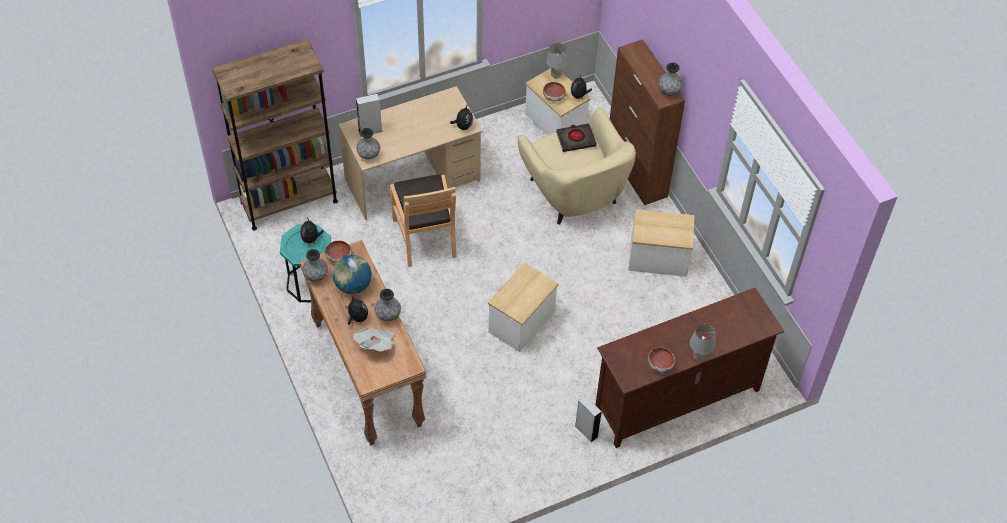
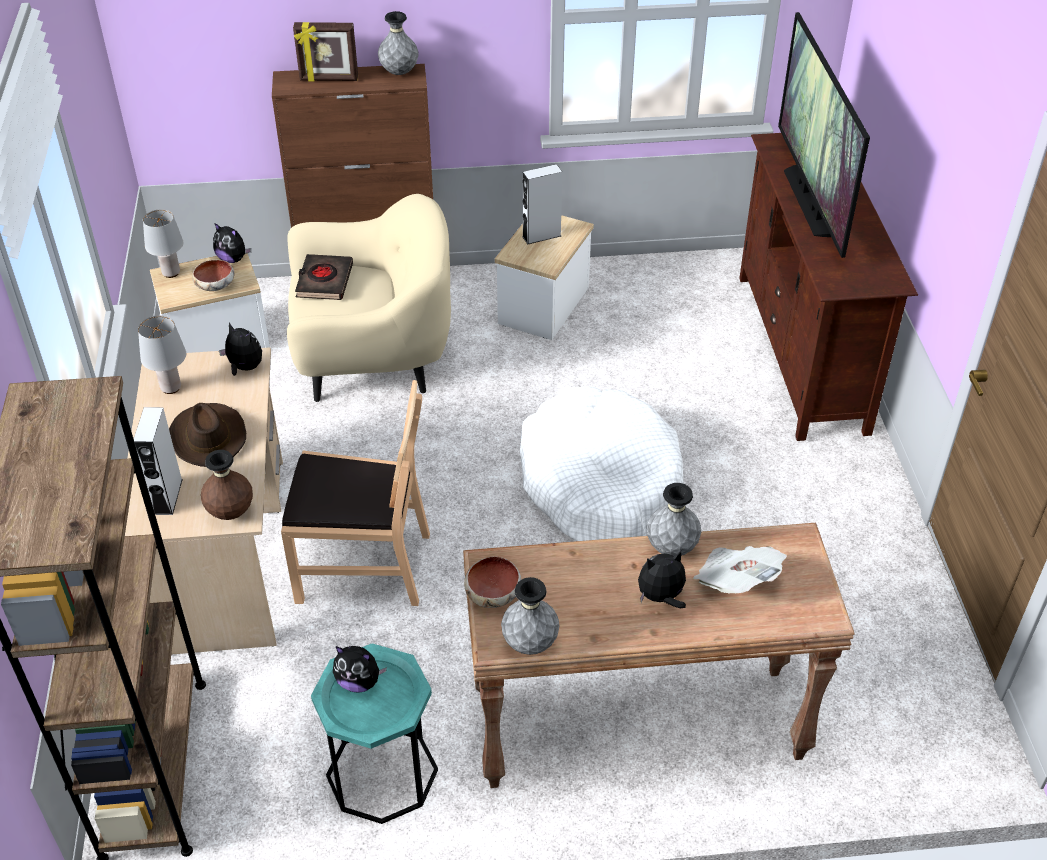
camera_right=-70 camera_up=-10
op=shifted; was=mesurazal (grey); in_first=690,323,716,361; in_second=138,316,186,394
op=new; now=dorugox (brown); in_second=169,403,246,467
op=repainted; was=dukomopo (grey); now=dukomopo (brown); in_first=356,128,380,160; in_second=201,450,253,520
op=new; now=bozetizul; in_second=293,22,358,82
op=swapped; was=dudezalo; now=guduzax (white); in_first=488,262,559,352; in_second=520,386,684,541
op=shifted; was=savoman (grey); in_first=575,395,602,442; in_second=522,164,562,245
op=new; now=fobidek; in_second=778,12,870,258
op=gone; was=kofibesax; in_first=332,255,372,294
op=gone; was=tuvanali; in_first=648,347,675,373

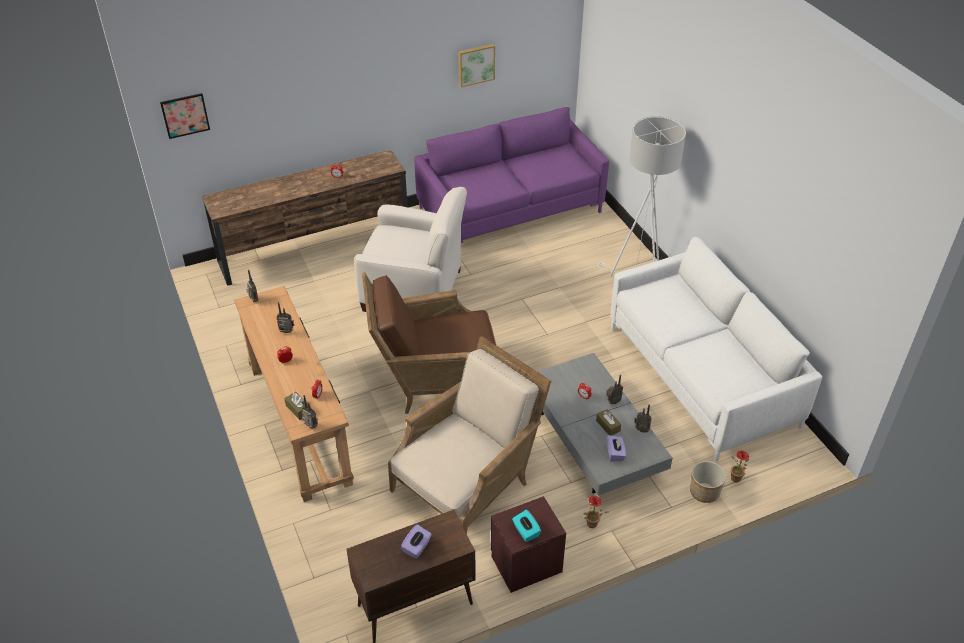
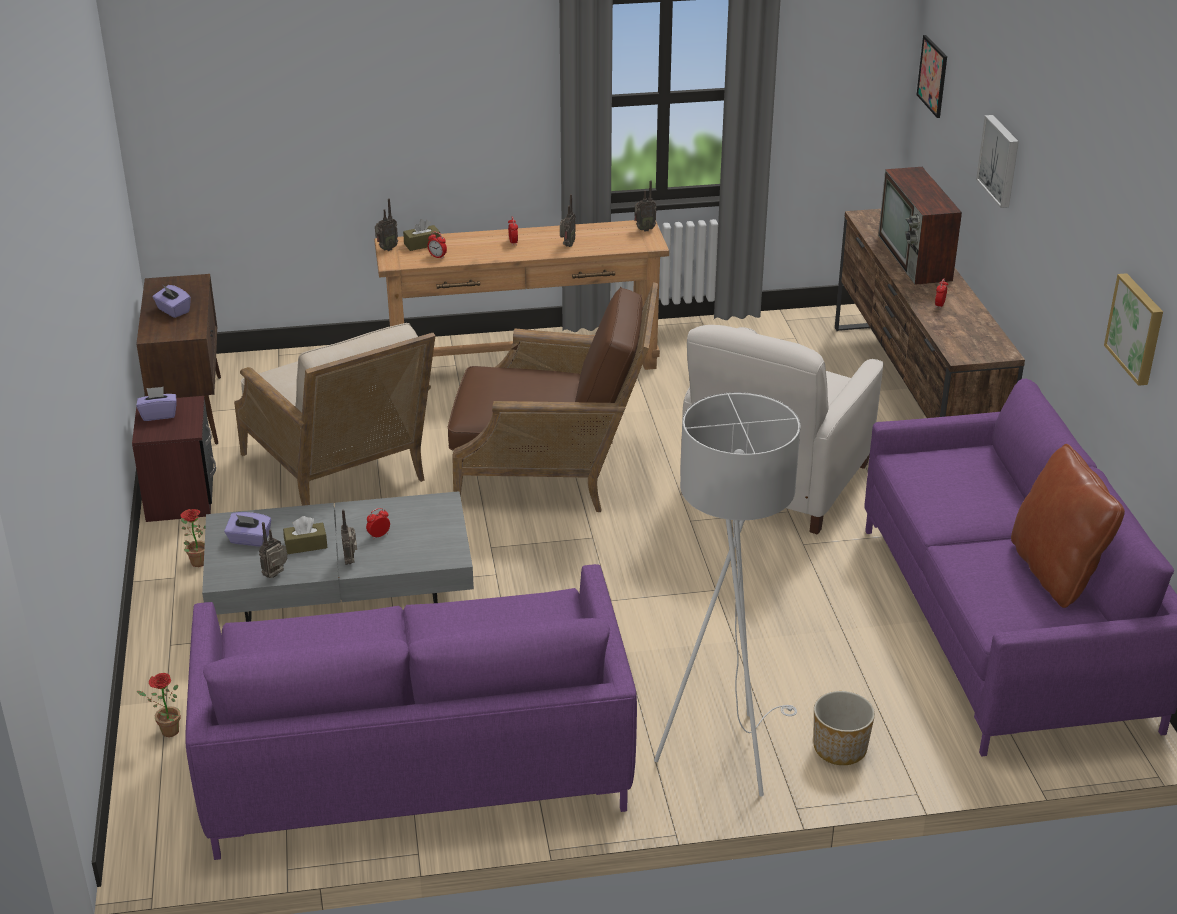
camera_right=105 camera_up=-10
op=repainted; was=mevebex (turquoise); now=mevebex (purple); in_first=512,510,541,542; in_second=137,387,177,421
op=repainted; was=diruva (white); now=diruva (purple); in_first=610,237,823,462; in_second=185,564,637,860
op=rotated; was=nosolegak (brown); in_first=362,272,496,414; in_second=448,282,658,512; clockwise=90
op=shifted; was=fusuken; in_first=690,461,726,503; in_second=814,691,875,765
op=new; now=fobidek; in_second=878,167,962,285
op=new; now=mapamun; in_second=976,115,1019,208
op=new; now=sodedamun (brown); in_second=1011,444,1125,608

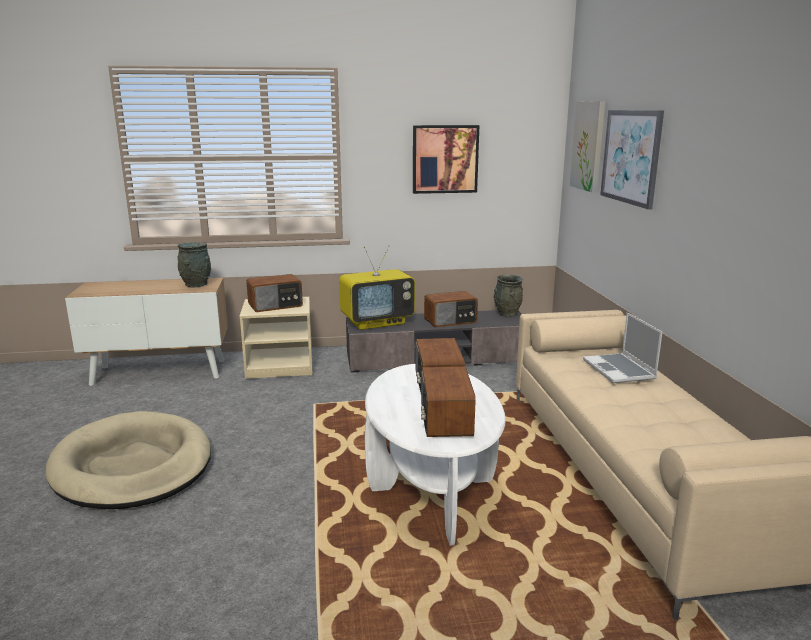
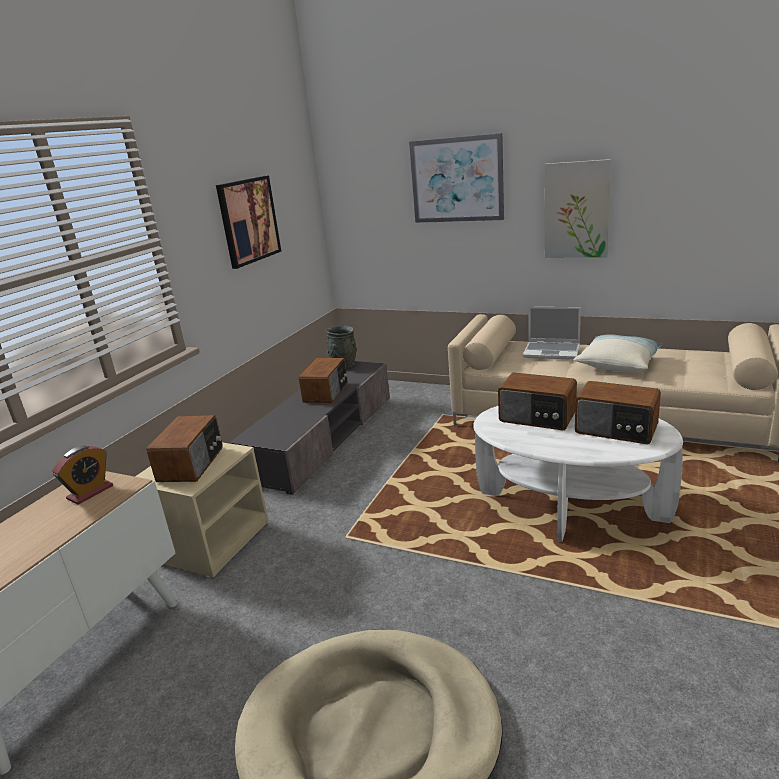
camera_right=-55 camera_up=5
op=swapped; was=dukomopo (grey); now=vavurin; in_first=177,242,211,287; in_second=52,445,113,505
op=shifted; was=mapamun; in_first=570,101,605,193; in_second=545,159,612,258
op=new; now=sodedamun; in_second=573,334,663,372
op=gone; was=fobidek; in_first=339,245,415,330

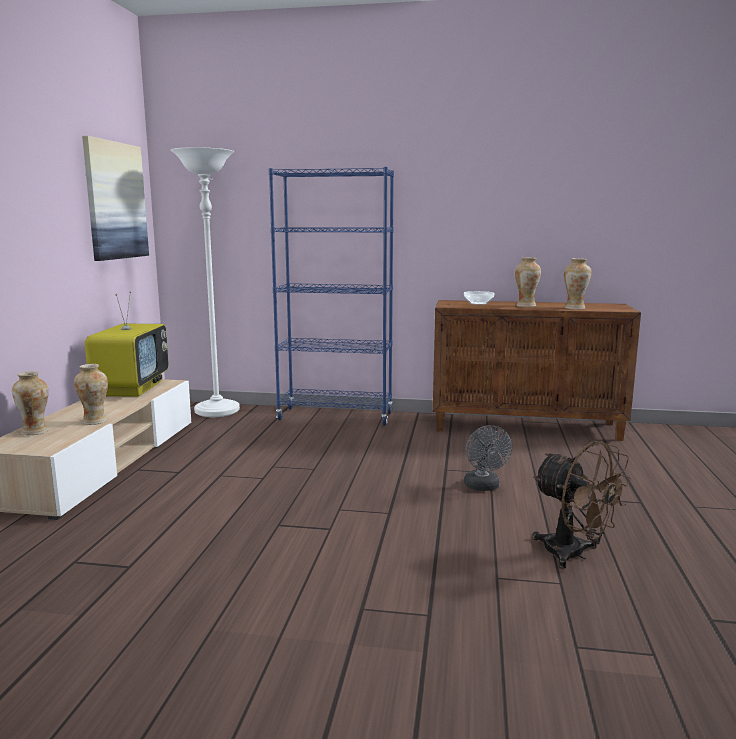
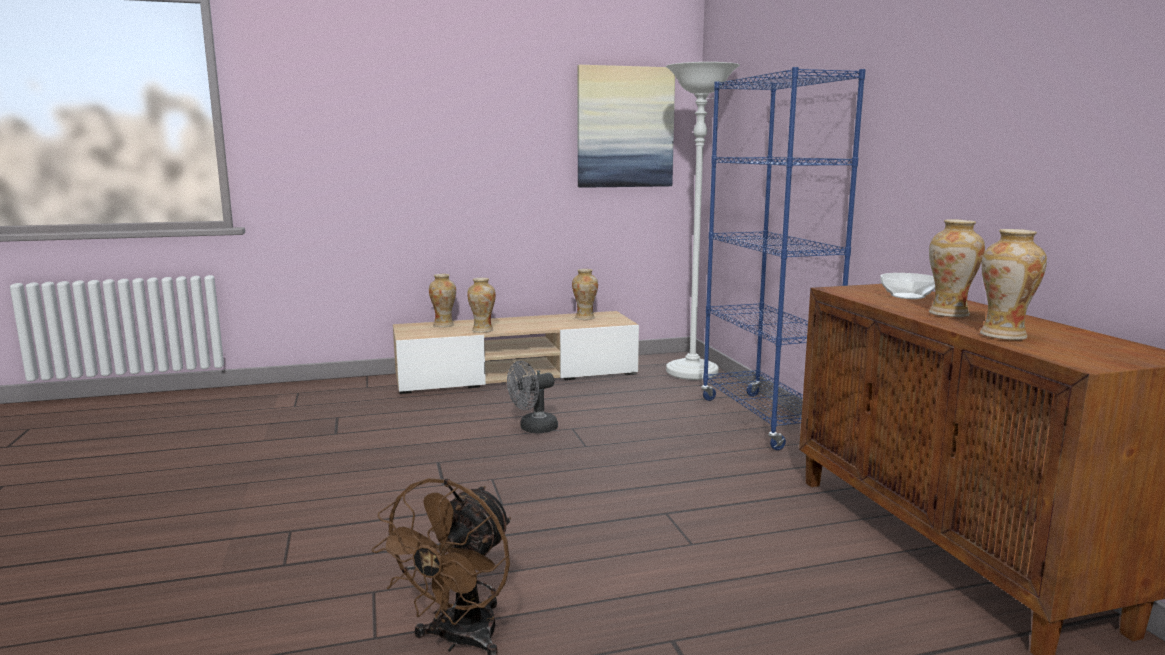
camera_right=65 camera_up=0
op=shifted; was=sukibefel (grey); in_first=464,425,512,491; in_second=507,361,558,433
op=swapped; was=fobidek; now=dukomopo; in_first=85,291,169,397; in_second=572,269,598,320

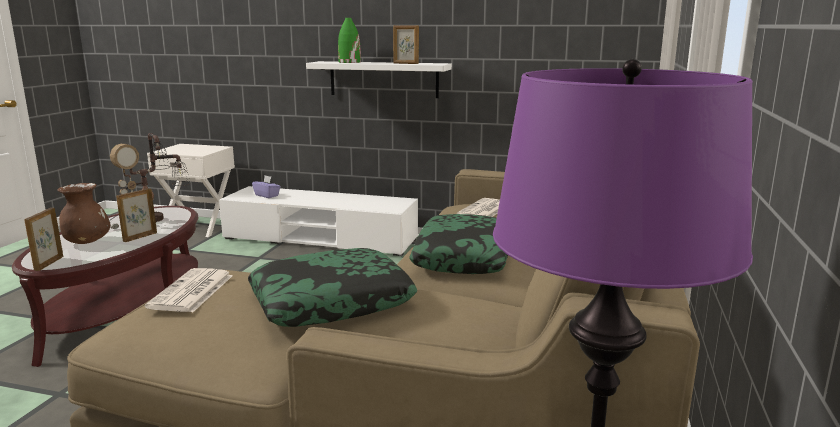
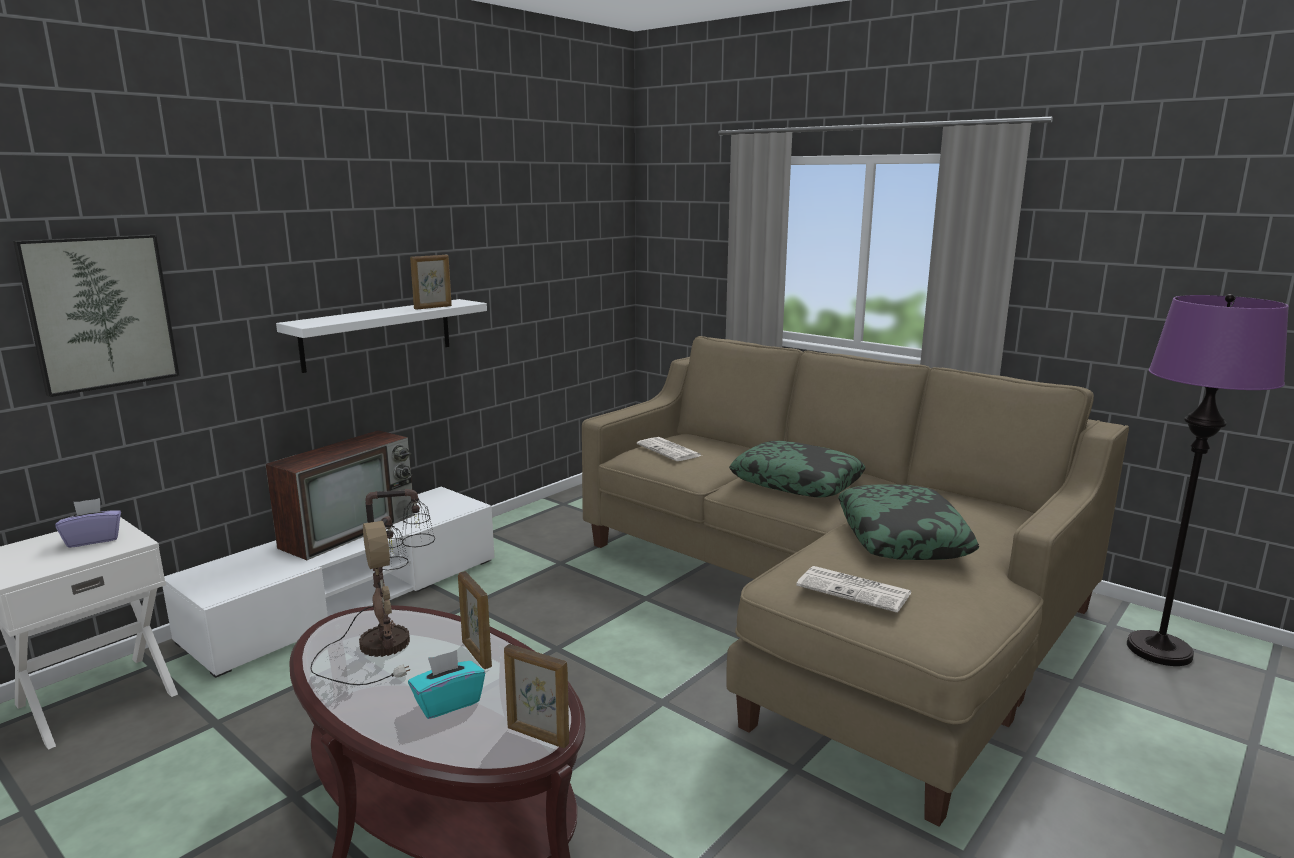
camera_right=-65 camera_up=0
op=new; now=mapamun; in_second=13,234,180,397
op=shifted; was=mevebex (purple); in_first=252,175,281,198; in_second=55,498,121,548
op=new; now=fobidek; in_second=265,430,415,560
op=swapped; was=dukomopo (brown); now=mevebex (turquoise); in_first=57,183,111,244; in_second=408,650,485,719
op=gone; was=dukomopo (green); in_first=338,18,361,63

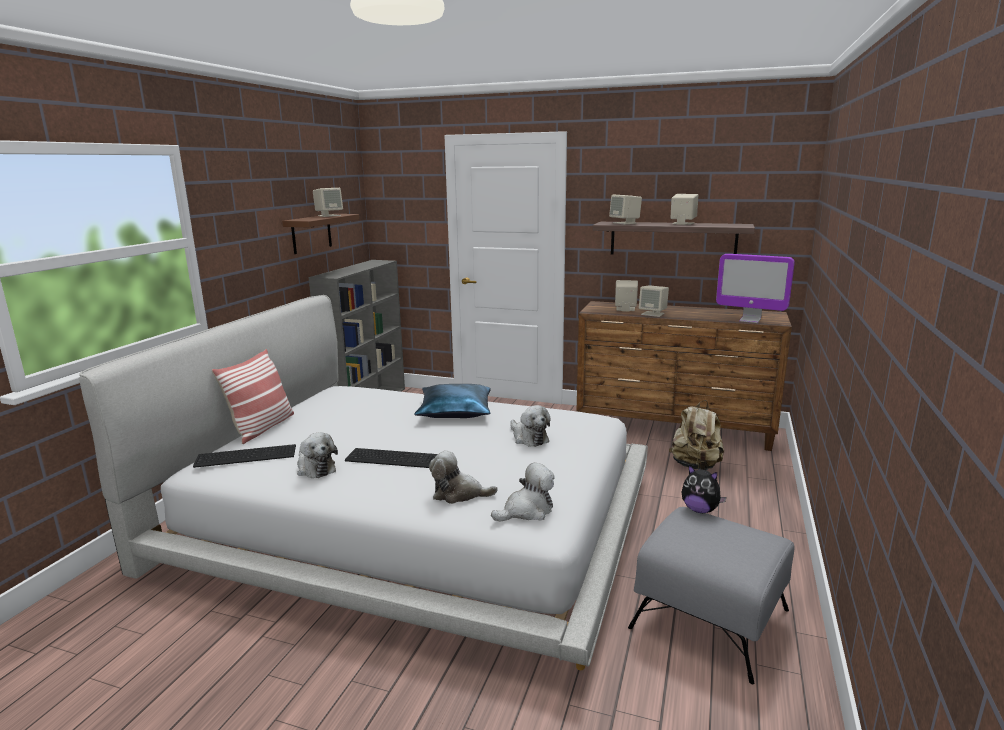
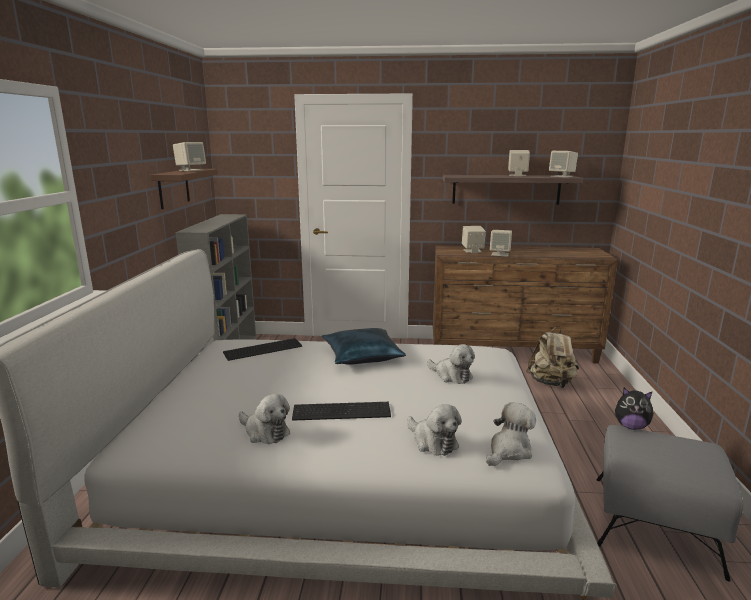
camera_right=-15 camera_up=0
op=shifted; was=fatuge; in_first=193,444,296,468; in_second=223,338,302,361
op=rotated; was=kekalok; in_first=429,450,498,504; in_second=407,404,462,456; clockwise=-120
op=shifted; was=savoman (beige); in_first=609,195,642,225; in_second=549,151,578,177
op=gone; was=sodedamun; in_first=212,349,294,444
op=gone; was=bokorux; in_first=716,254,795,323

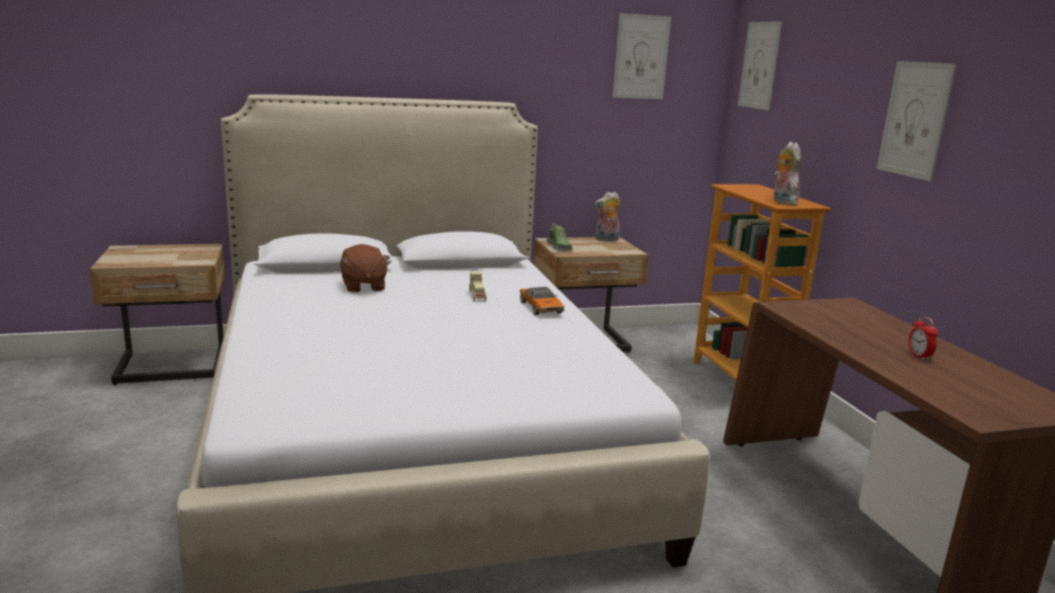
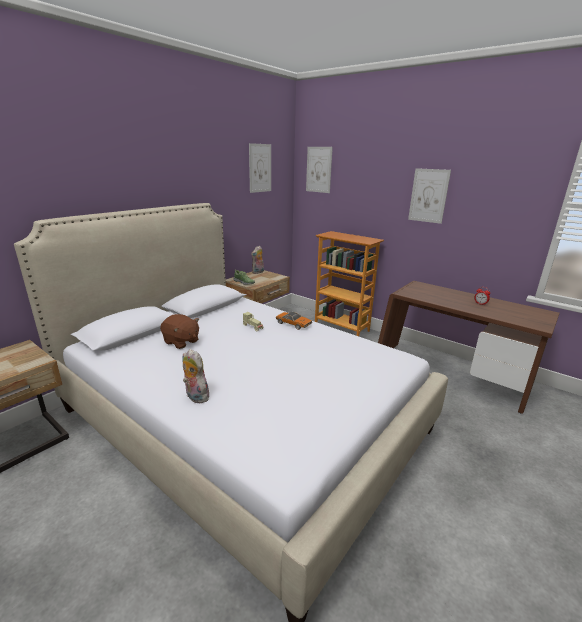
camera_right=-35 camera_up=5
op=shifted; was=kekalok; in_first=773,142,801,205; in_second=182,349,209,403

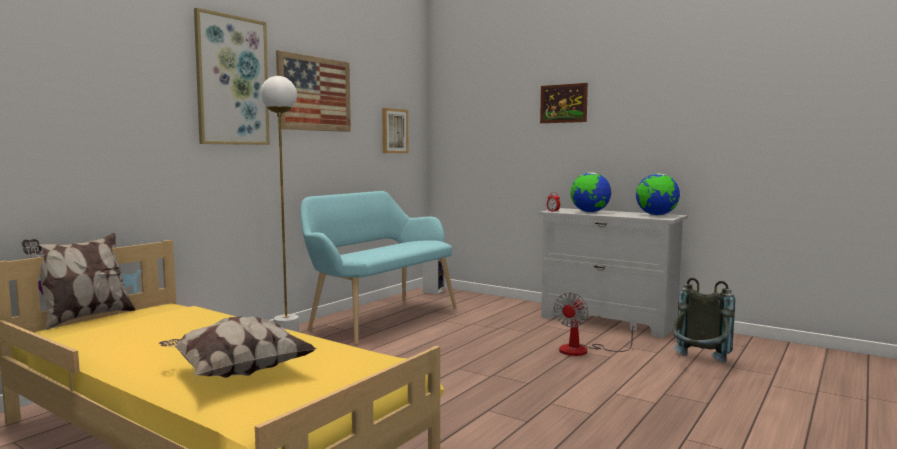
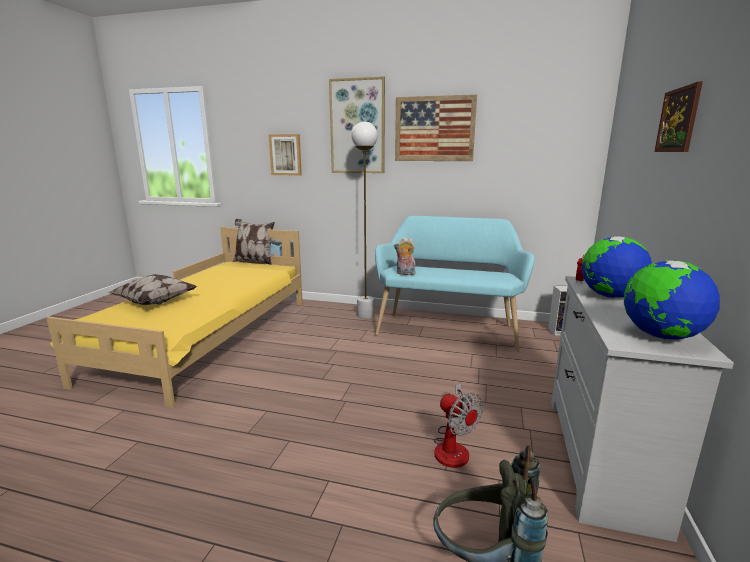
camera_right=70 camera_up=10
op=shifted; was=mapamun; in_first=382,108,409,153; in_second=269,134,302,176
op=new; now=kekalok; in_second=394,237,415,276
op=rotated; was=sukibefel; in_first=554,292,638,356; in_second=434,383,483,468; clockwise=-135

